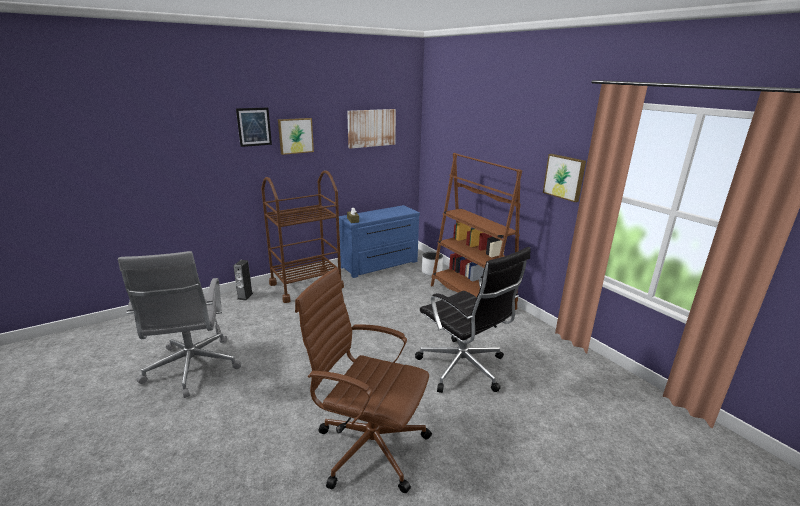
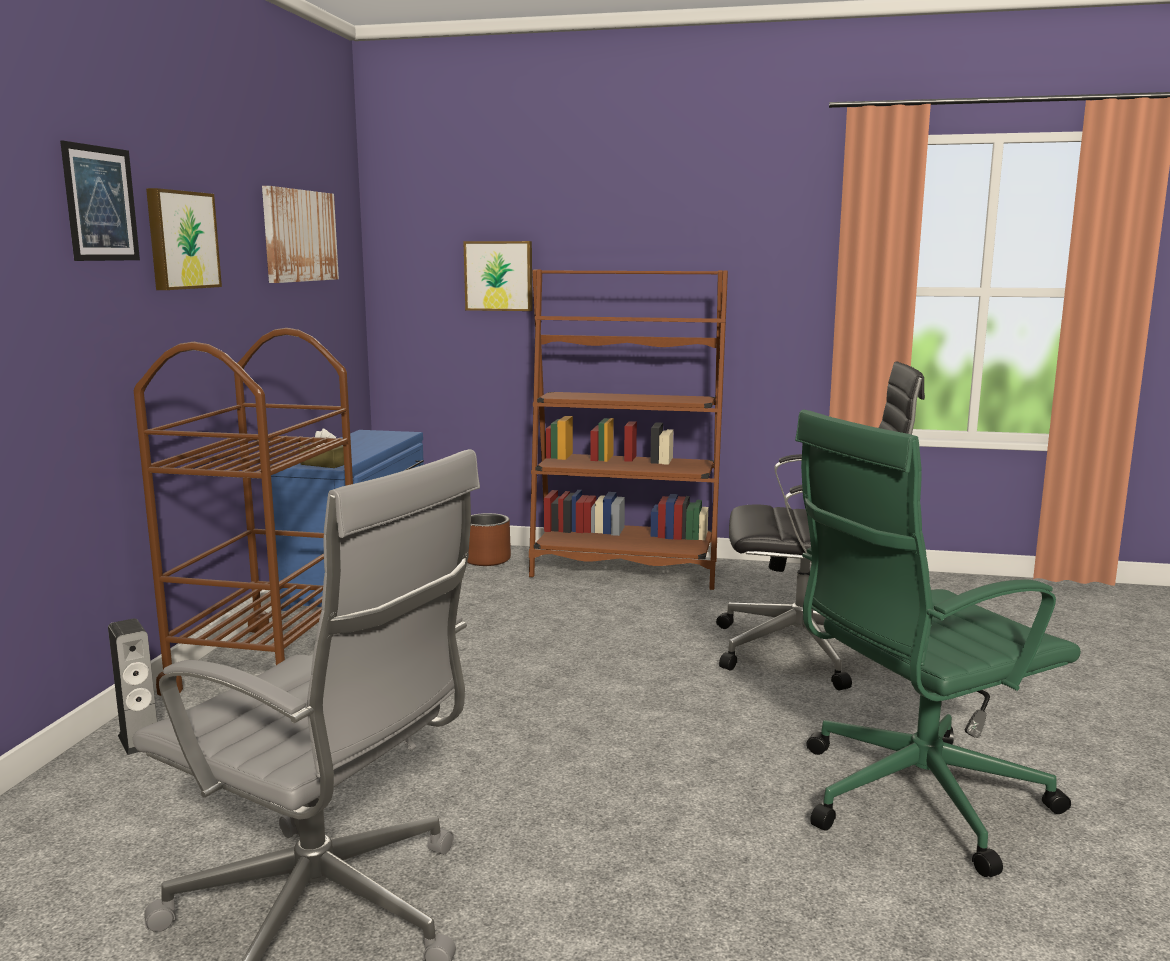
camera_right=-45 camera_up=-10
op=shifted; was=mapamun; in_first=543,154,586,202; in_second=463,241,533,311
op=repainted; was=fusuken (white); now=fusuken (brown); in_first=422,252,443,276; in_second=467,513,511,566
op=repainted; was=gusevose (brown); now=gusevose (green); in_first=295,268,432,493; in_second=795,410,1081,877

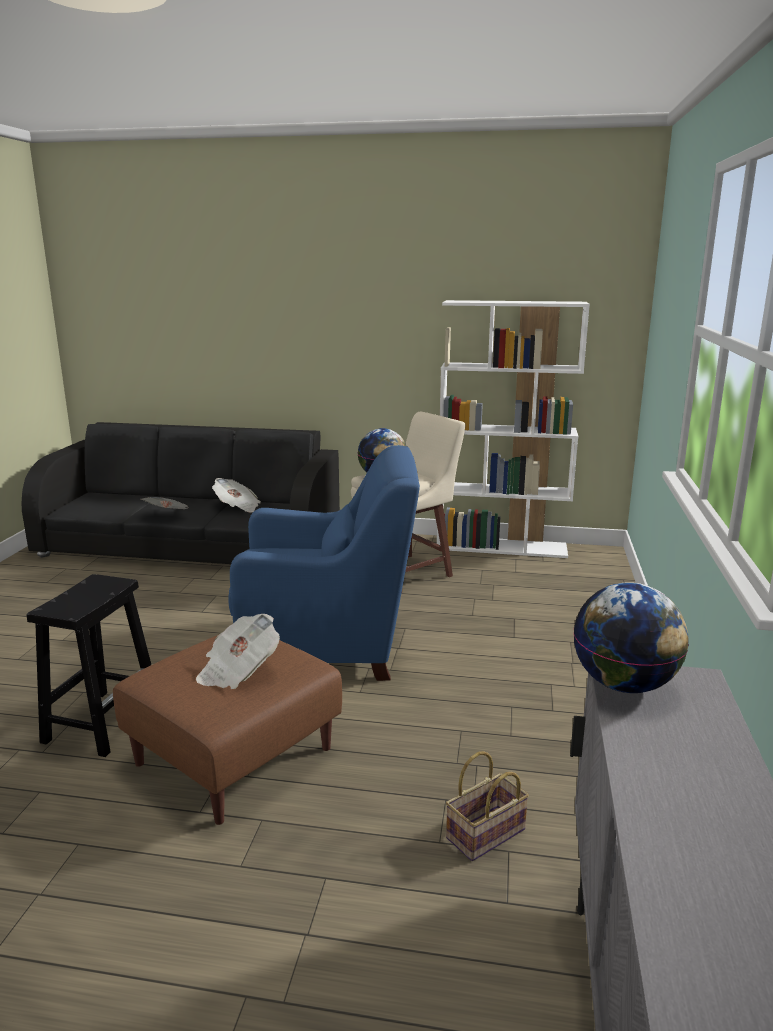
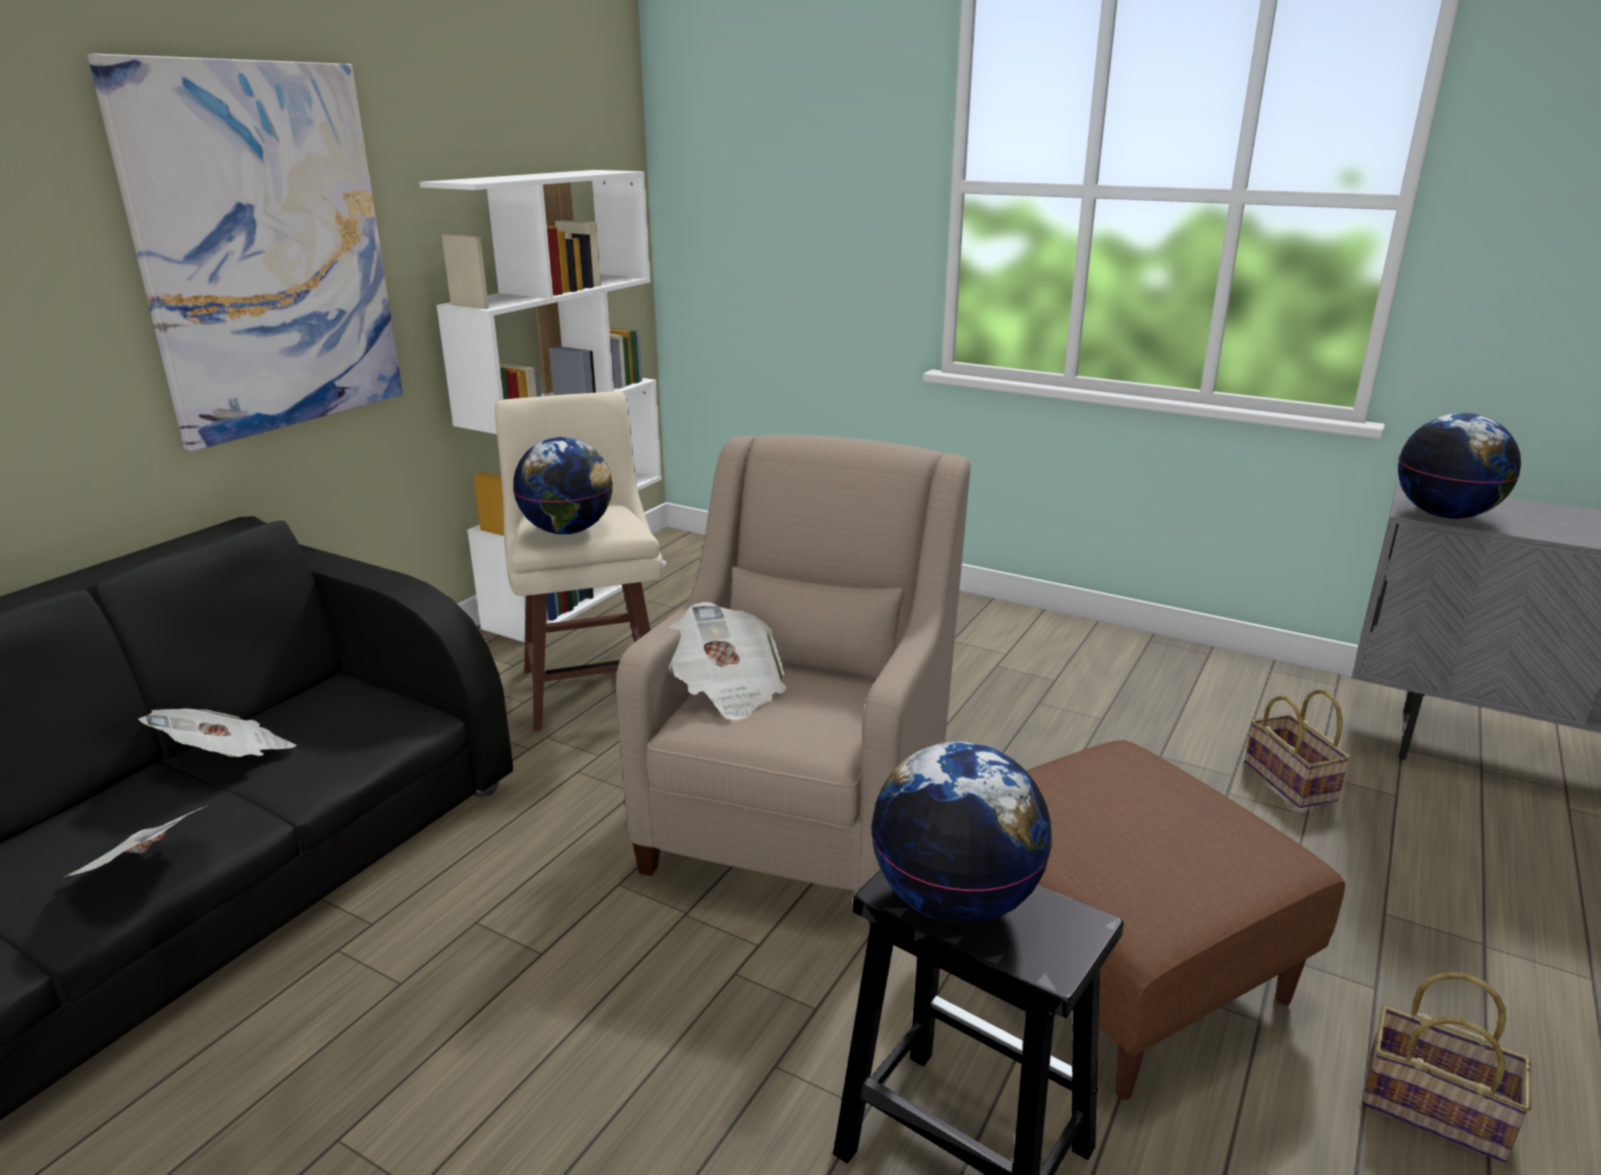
camera_right=-70 camera_up=5
op=new; now=mapamun; in_second=88,54,403,451
op=repainted; was=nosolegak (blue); now=nosolegak (beige); in_first=229,445,420,681; in_second=616,435,971,924
op=shifted; was=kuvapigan; in_first=196,614,280,689; in_second=669,602,787,721
op=new; now=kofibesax; in_second=871,741,1052,924
op=new; now=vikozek; in_second=1362,972,1531,1163

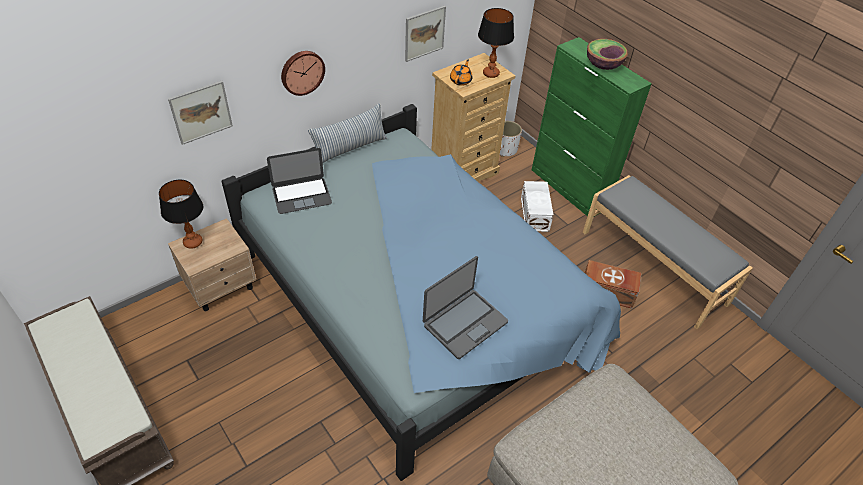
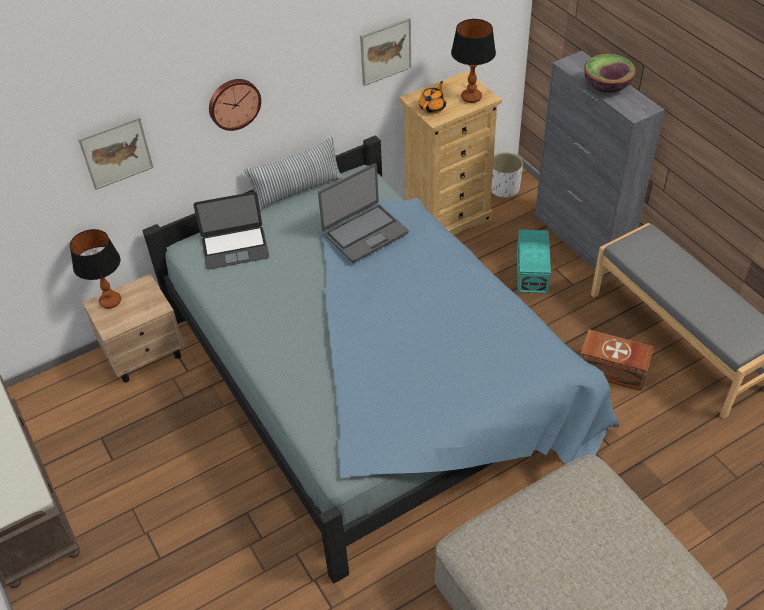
camera_right=10 camera_up=0
op=shifted; was=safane; in_first=423,256,508,359; in_second=318,163,409,263
op=repainted; was=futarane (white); now=futarane (turquoise); in_first=521,181,554,232; in_second=517,230,551,294
op=repainted; was=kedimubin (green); now=kedimubin (grey); in_first=532,37,652,216; in_second=535,51,665,278

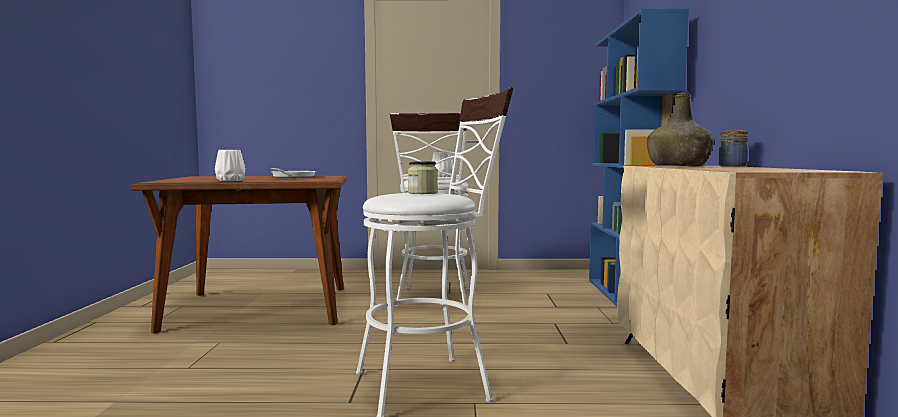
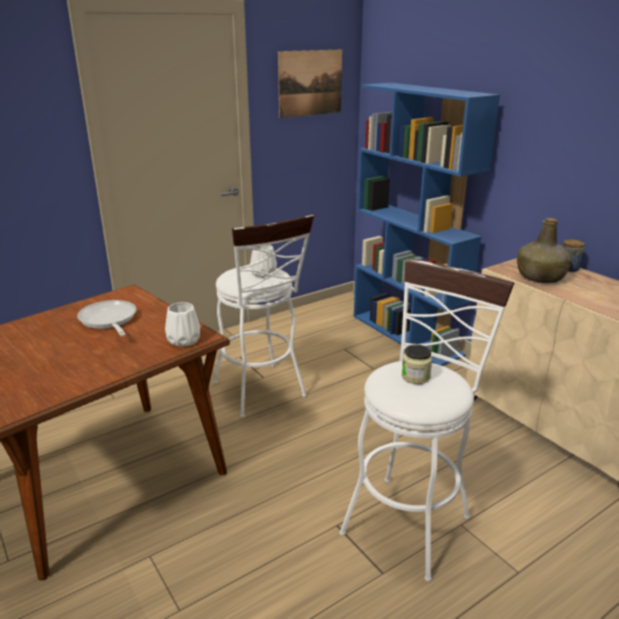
camera_right=-35 camera_up=20
op=shifted; was=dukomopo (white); in_first=215,150,246,181; in_second=165,302,200,347
op=new; now=mapamun; in_second=278,50,342,118

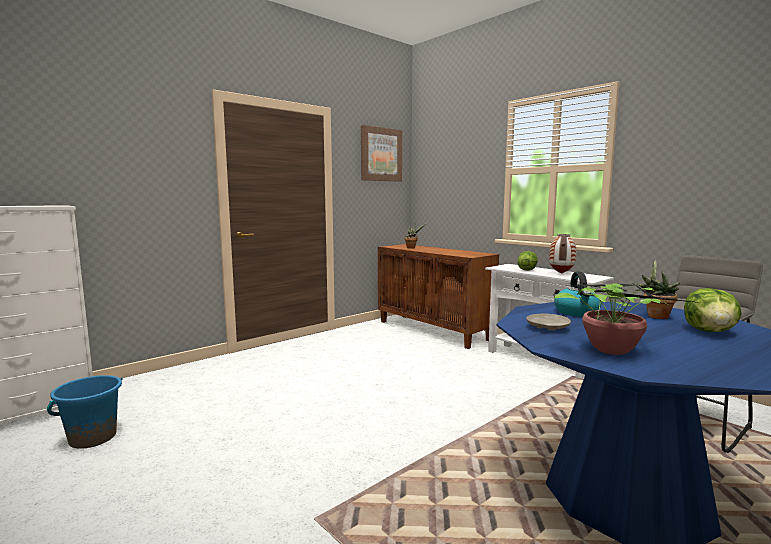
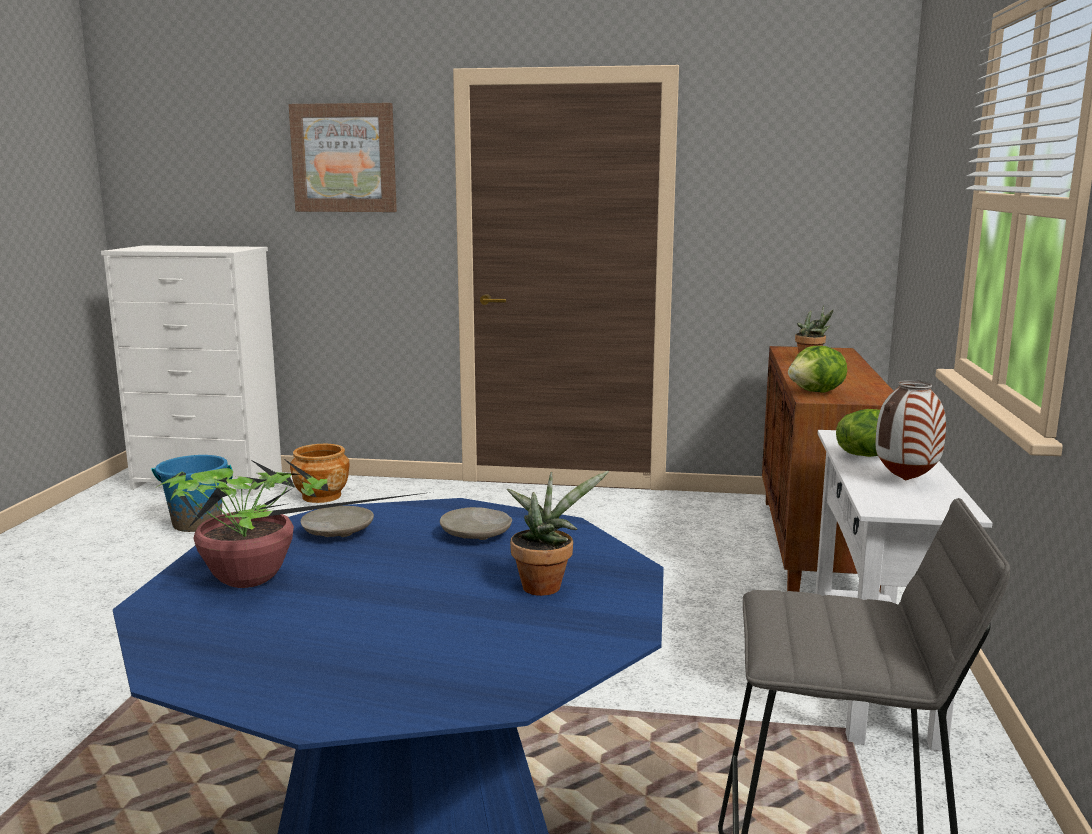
camera_right=50 camera_up=5
op=shifted; was=mapamun; in_first=361,125,402,182; in_second=289,103,397,212
op=new; now=fusuken (brown); in_second=290,444,349,503
op=swapped; was=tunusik; now=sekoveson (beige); in_first=554,272,601,317; in_second=440,507,512,540
op=shifted; was=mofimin; in_first=684,288,742,332; in_second=788,346,847,393

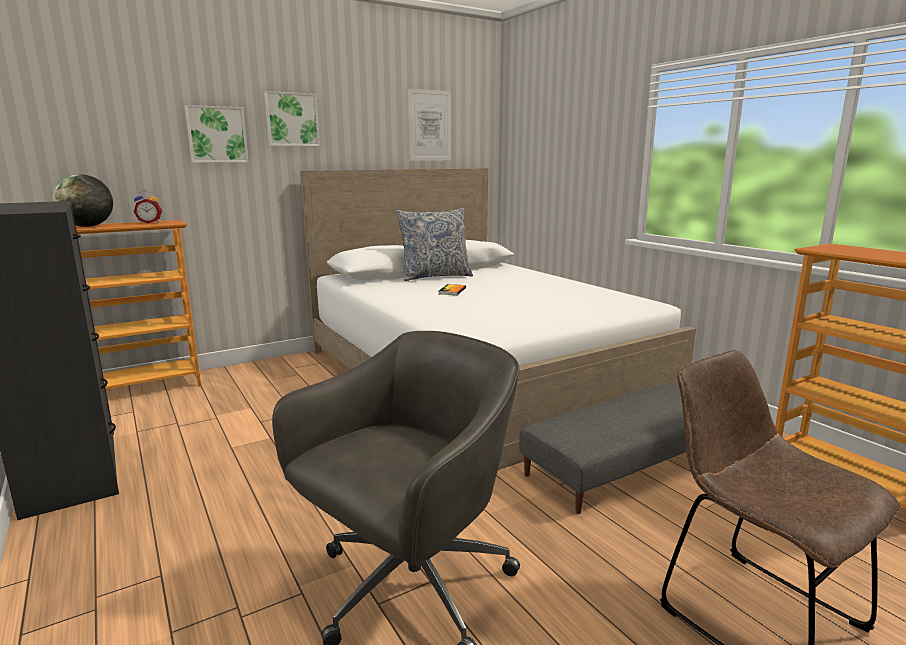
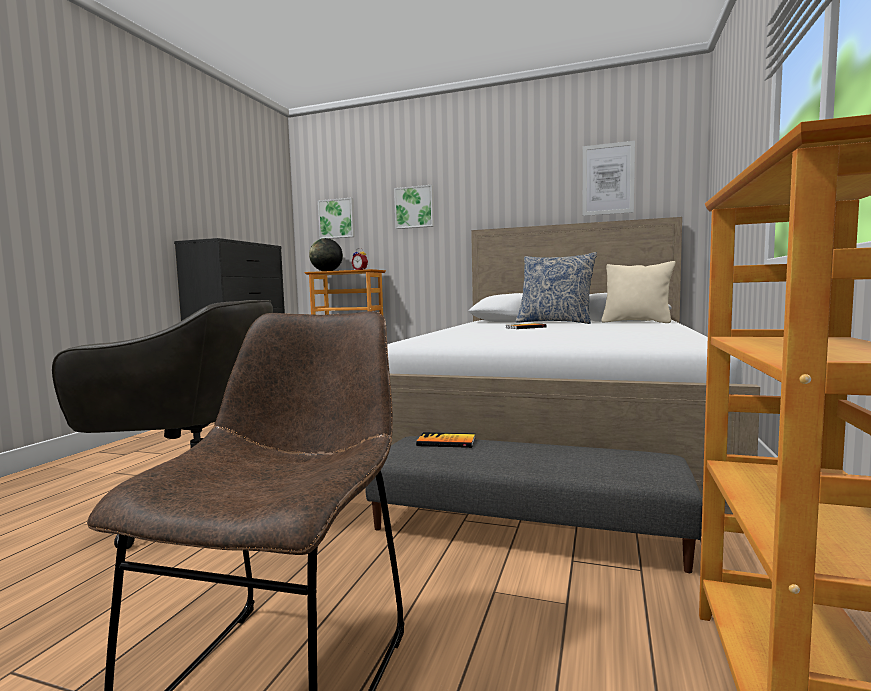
camera_right=50 camera_up=-10
op=shifted; was=mapamun; in_first=264,91,320,146; in_second=318,198,355,239
op=new; now=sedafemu; in_second=416,432,475,448
op=new; now=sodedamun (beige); in_second=601,261,676,323

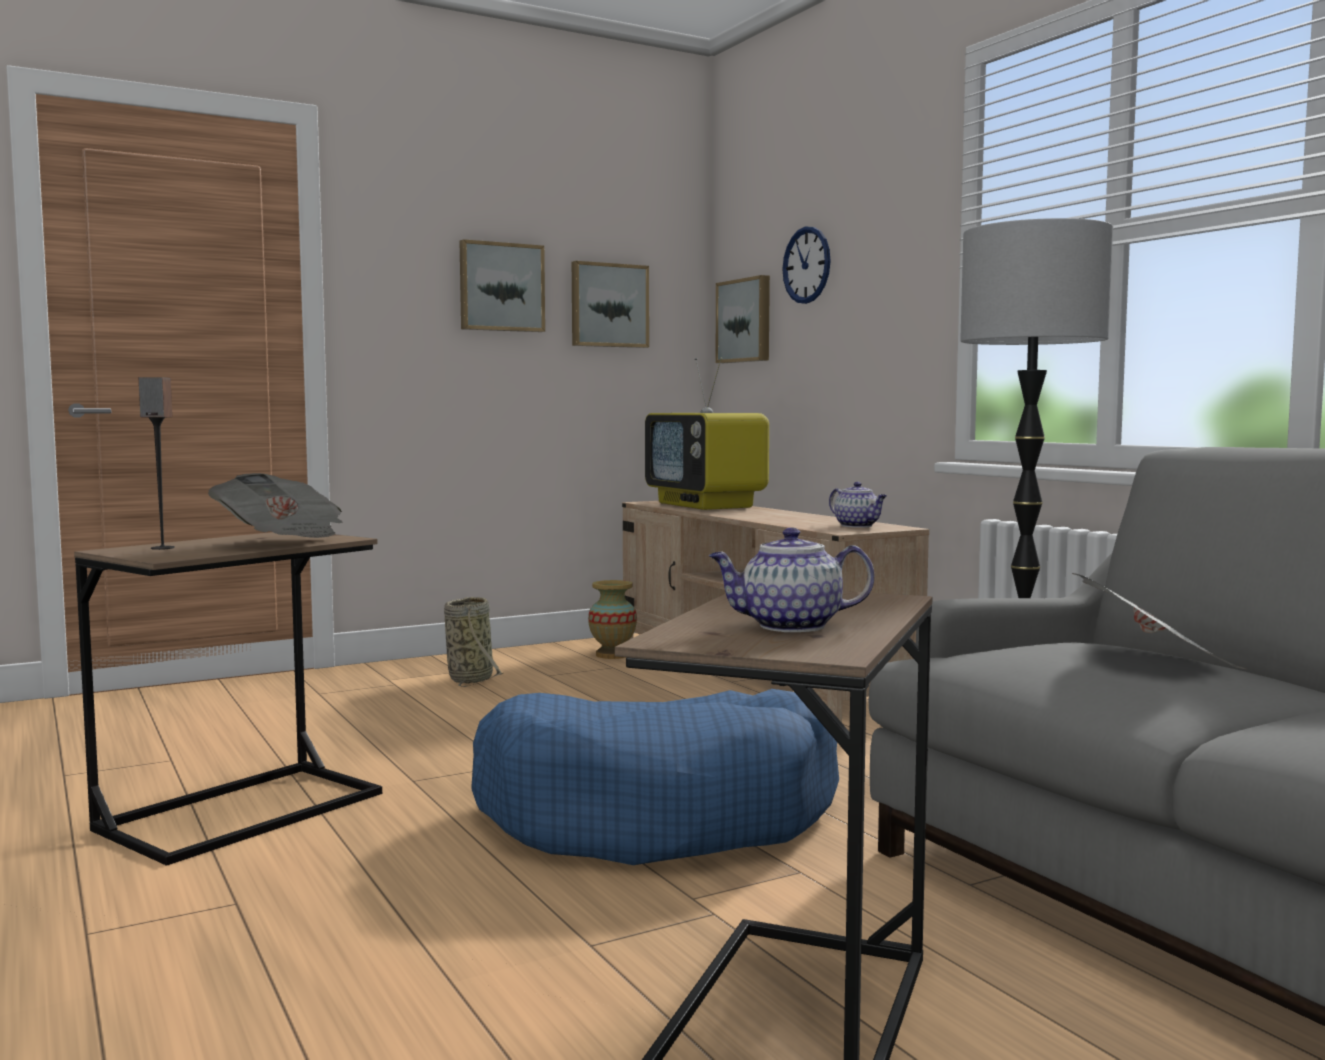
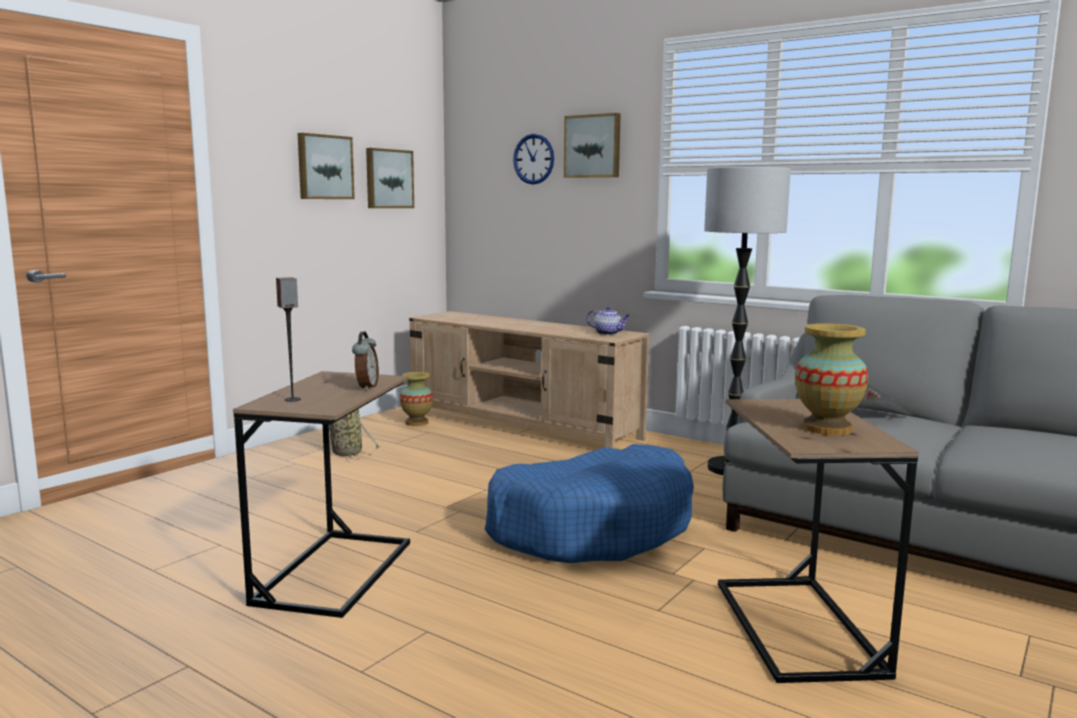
camera_right=-25 camera_up=5
op=swapped; was=kuvapigan; now=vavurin; in_first=208,473,342,538; in_second=352,331,379,391
op=shifted; was=mapamun; in_first=715,275,770,363; in_second=564,113,621,178
op=swapped; was=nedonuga; now=dukomopo; in_first=709,527,874,632; in_second=795,323,868,435
op=gone; was=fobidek; in_first=645,358,769,510

